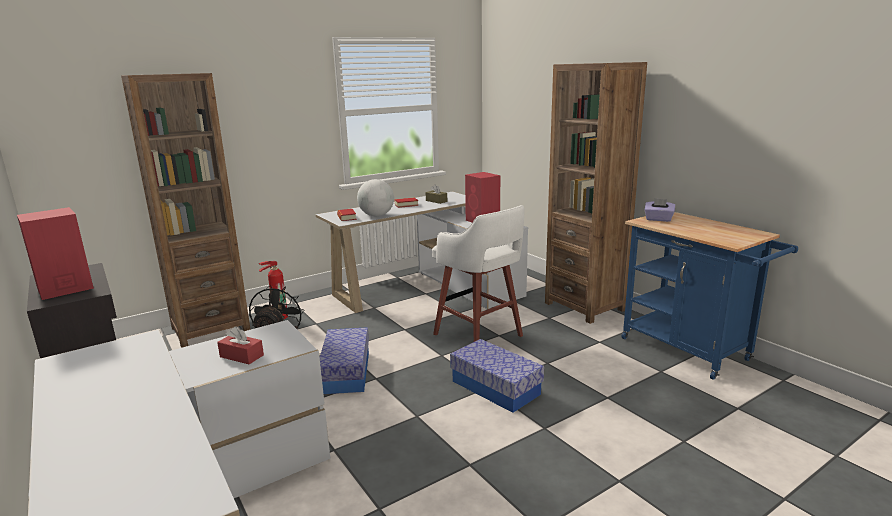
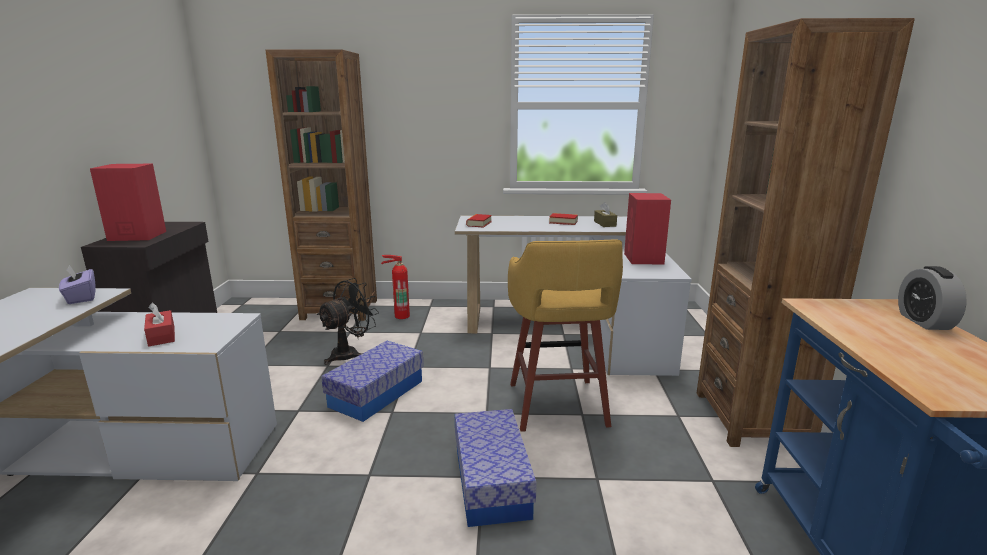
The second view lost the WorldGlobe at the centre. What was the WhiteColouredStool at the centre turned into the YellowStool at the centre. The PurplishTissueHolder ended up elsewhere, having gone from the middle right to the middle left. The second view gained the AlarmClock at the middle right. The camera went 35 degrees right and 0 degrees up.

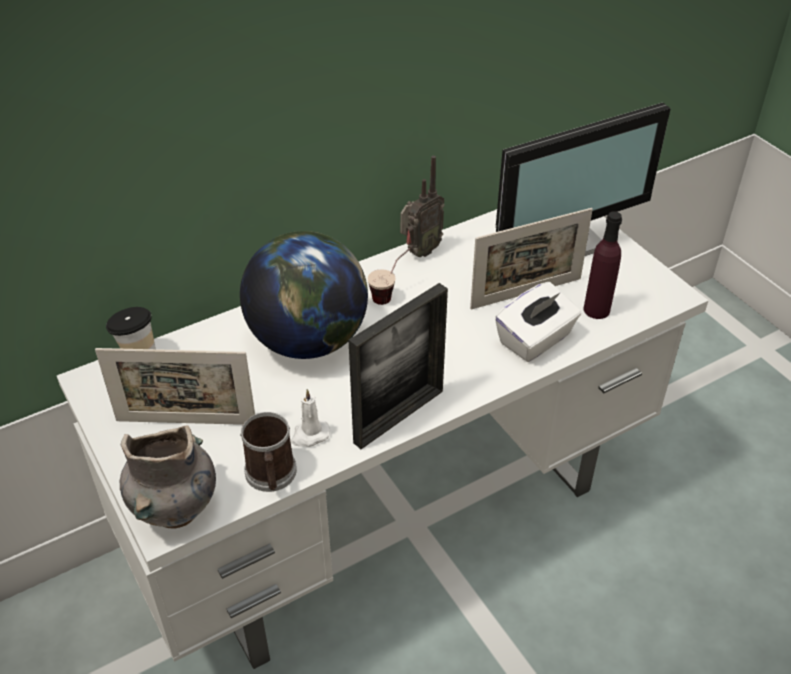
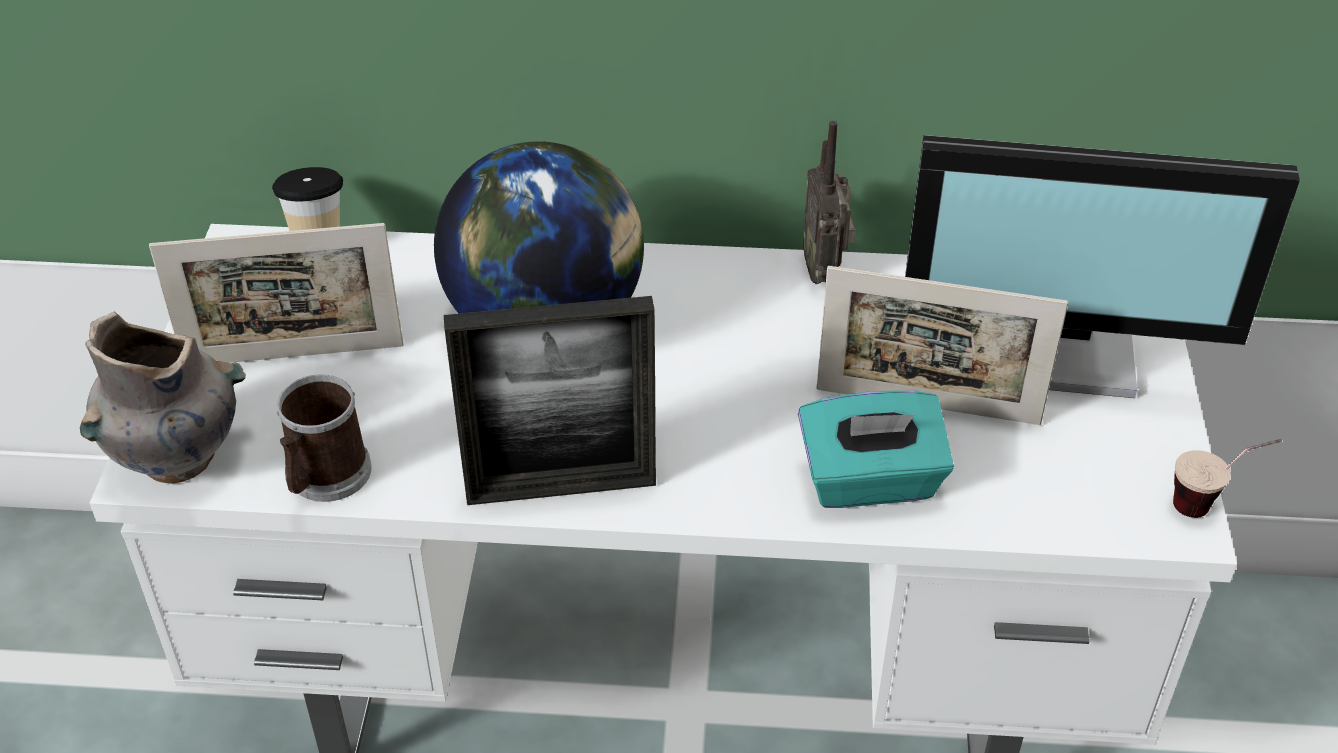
The PhotoFrame (no. 1 from left) at the middle left ended up facing another way, 45 degrees counterclockwise from before. The second view lost the WhiteColouredWaxCandle at the centre. The SmallCup (no. 2 from left) ended up elsewhere, having gone from the centre to the middle right. The RadioReceiver at the top centre ended up facing another way, 90 degrees clockwise from before. What was the WhiteColouredTissueHolder at the middle right turned into the TurquoiseTissueHolder at the centre. The second view lost the PurplishBottle at the middle right. The camera went 35 degrees right and 0 degrees up.

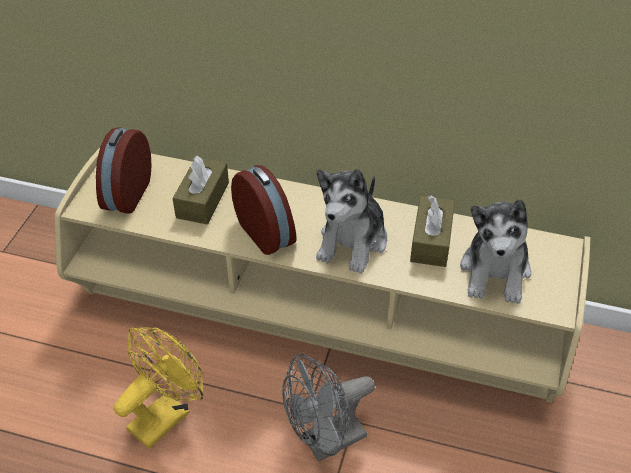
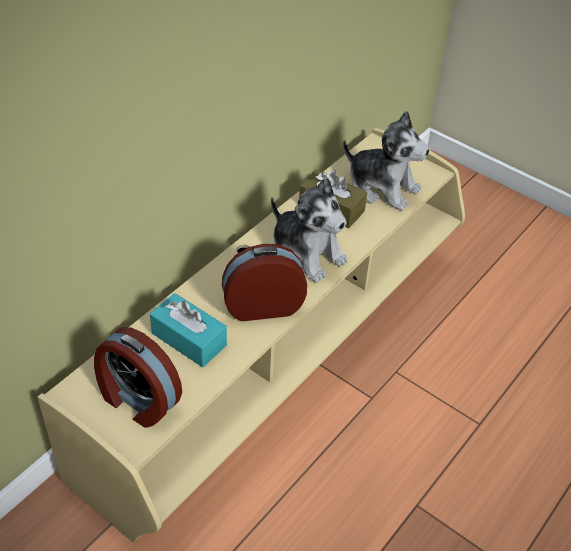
The second view lost the YellowElectricFan at the bottom left. What was the BrownColouredTissueHolder (no. 1 from left) at the middle left turned into the TurquoiseTissueHolder at the middle left. The second view lost the GreyElectricFan at the bottom centre. The camera went 70 degrees left and 0 degrees up.

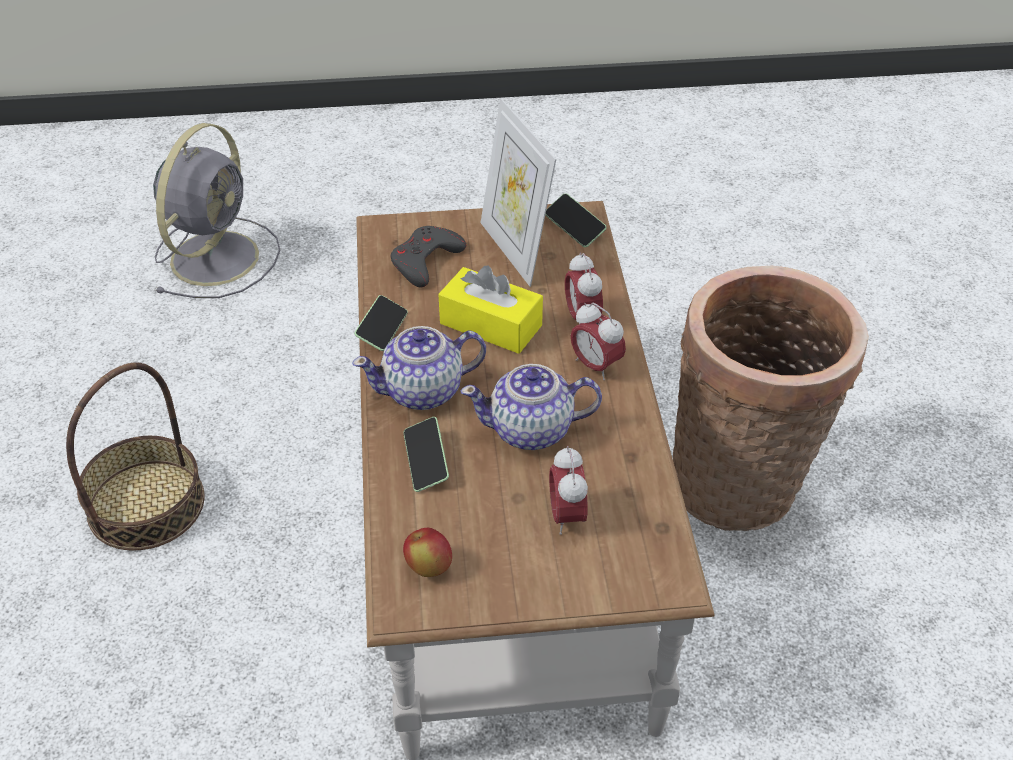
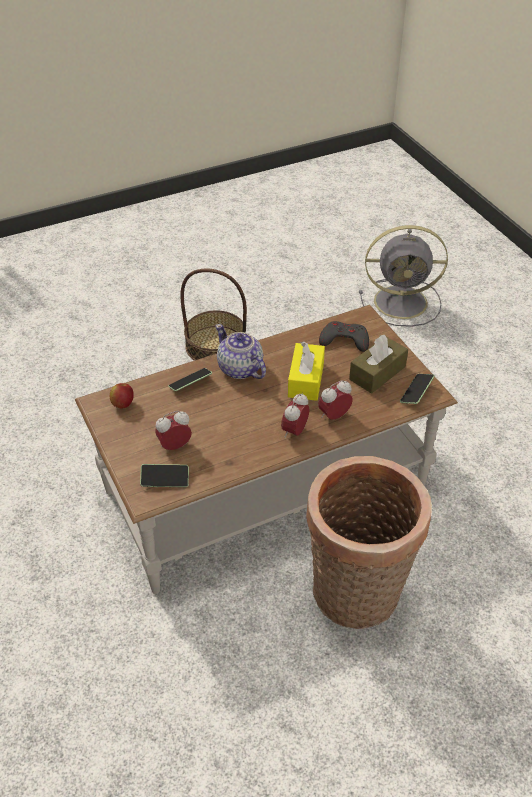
The Phone (no. 1 from left) ended up elsewhere, having gone from the centre to the middle left. The second view lost the TeaPot (no. 2 from left) at the centre. Where the PhotoFrame stood at the top centre, the BrownColouredTissueHolder came to stand at the middle right. The camera went 70 degrees right and 0 degrees up.

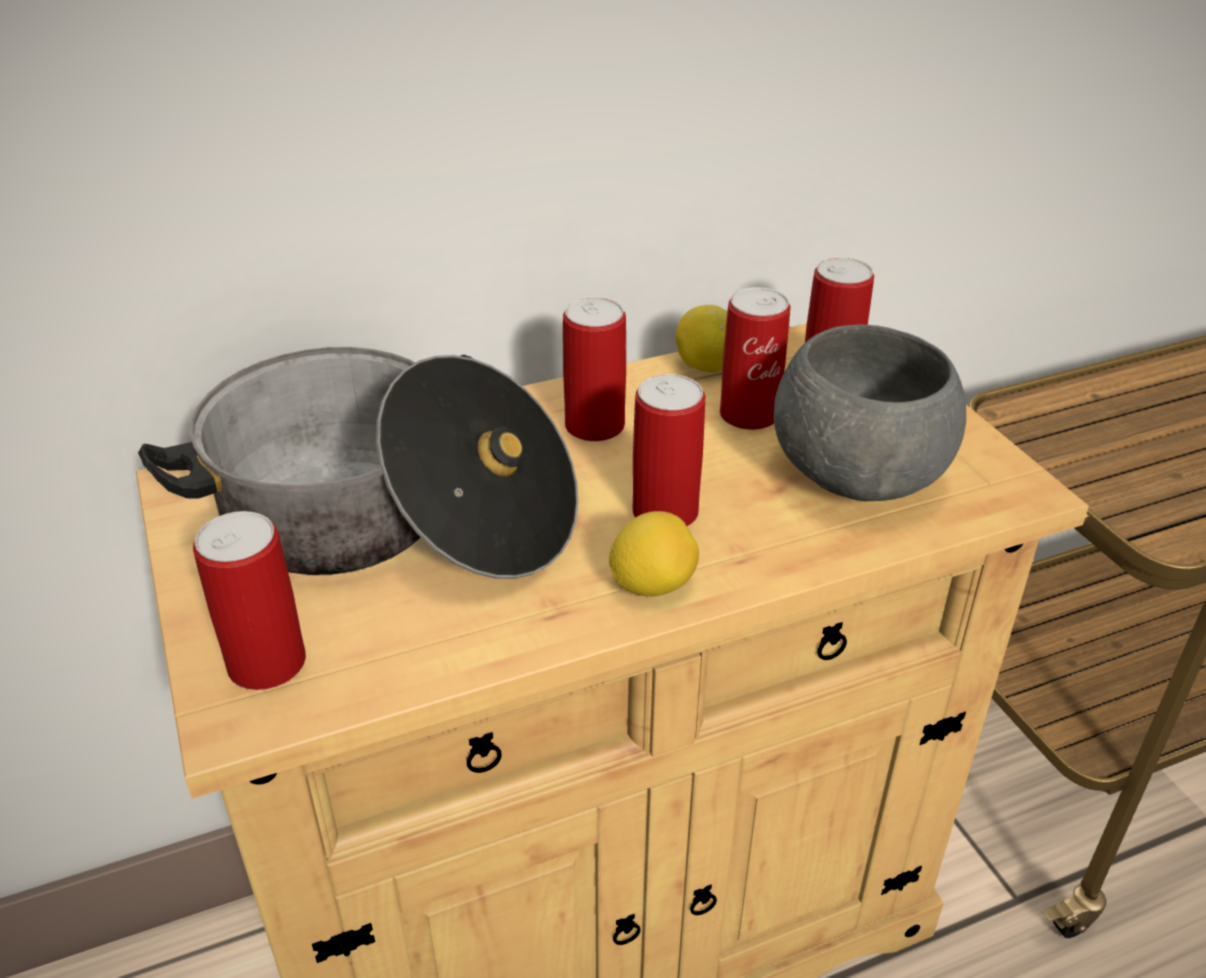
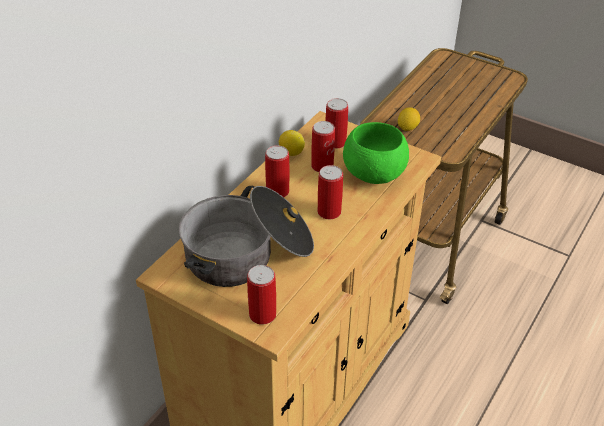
The WholeLemon (no. 1 from left in the first image) ended up elsewhere, having gone from the centre to the top right. What was the GreyDeepDish at the middle right turned into the GreenishDeepDish at the centre. The camera went 35 degrees left and 5 degrees up.

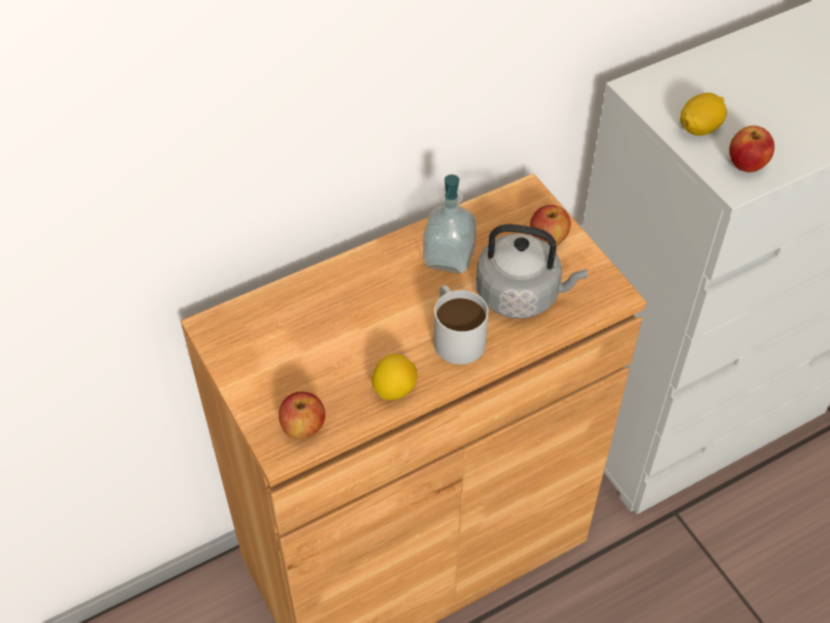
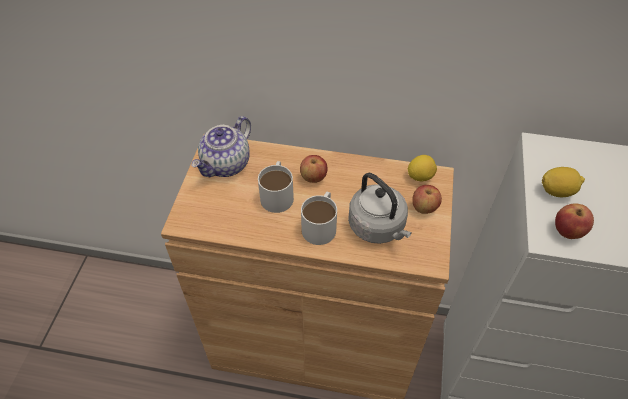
The AppleFruit (no. 1 from left) ended up elsewhere, having gone from the bottom centre to the centre. The WholeLemon (no. 1 from left) ended up elsewhere, having gone from the centre to the middle right. The second view lost the LiquidSoapBottle at the centre. The second view gained the TeaPot at the centre. The second view gained the WhiteColouredMug (no. 1 from left) at the centre. The camera went 40 degrees right and 0 degrees up.

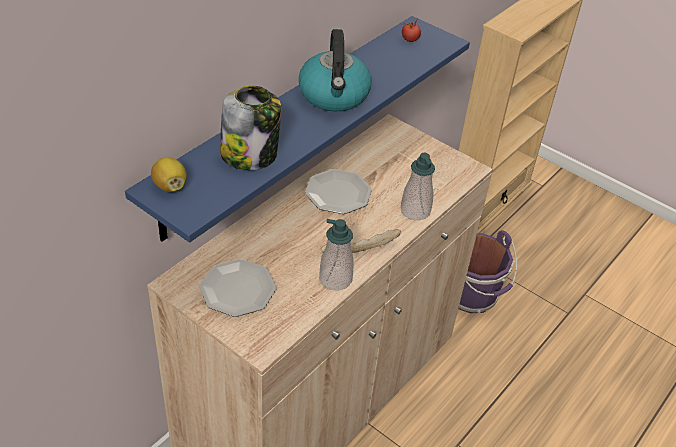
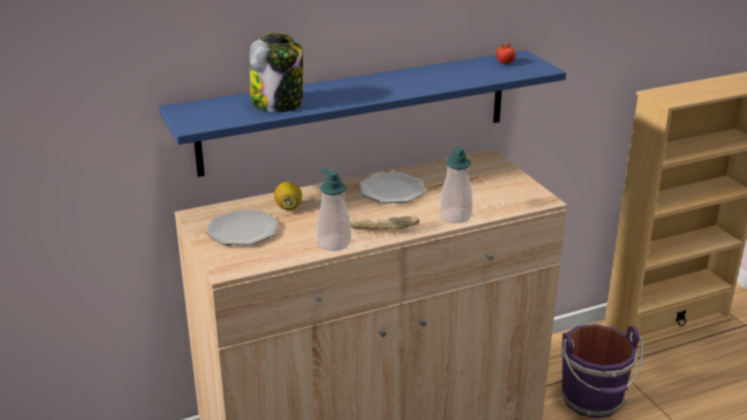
The WholeLemon ended up elsewhere, having gone from the middle left to the centre. The second view lost the Kettle at the top centre. The camera went 30 degrees right and 15 degrees down.

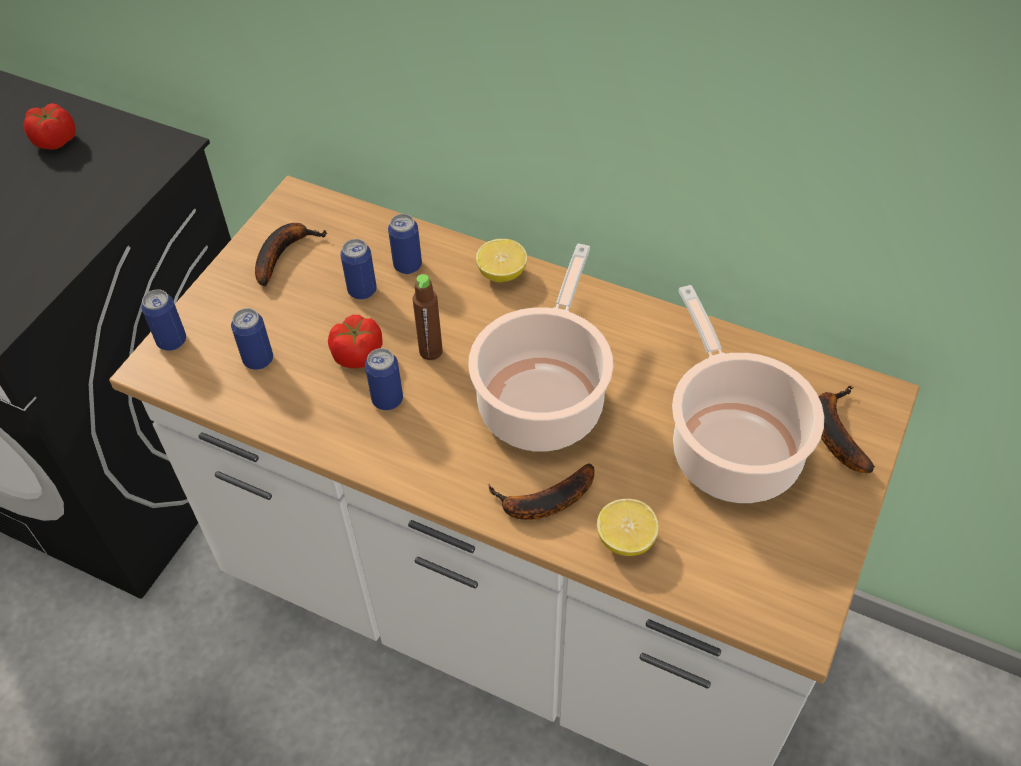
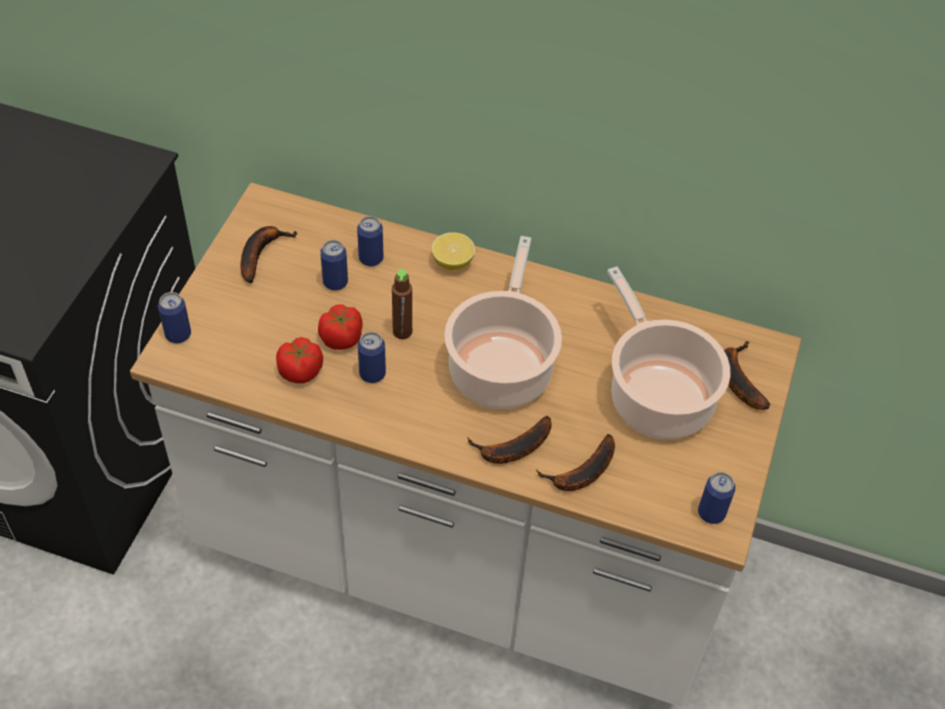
The FreshTomato (no. 1 from left) ended up elsewhere, having gone from the top left to the middle left. The MetalCan (no. 2 from left in the first image) ended up elsewhere, having gone from the middle left to the bottom right. Where the WholeLemon (no. 2 from left) stood at the bottom centre, the BananaFruit (no. 3 from left) came to stand at the centre. The camera went 10 degrees left and 0 degrees up.

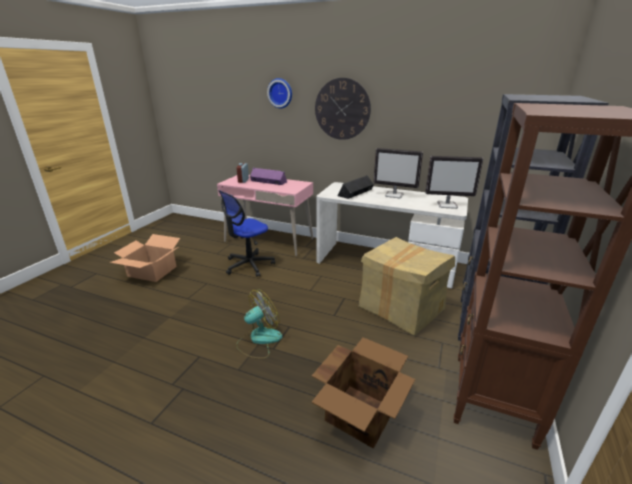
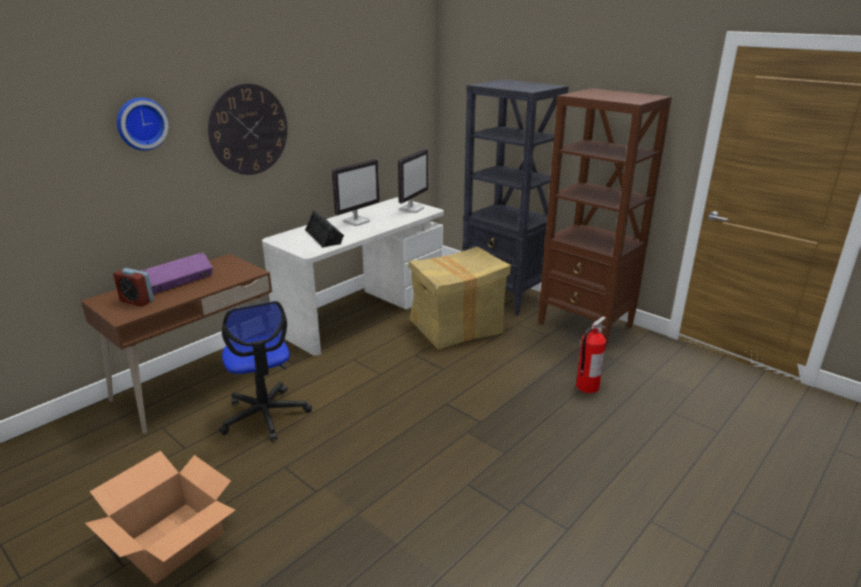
What was the PinkDesk at the centre turned into the BrownColouredDesk at the middle left. The second view lost the ElectricFan at the bottom centre. Where the PackingBox (no. 2 from left) stood at the bottom centre, the FireFightingCylinder came to stand at the middle right. The camera went 70 degrees left and 0 degrees up.

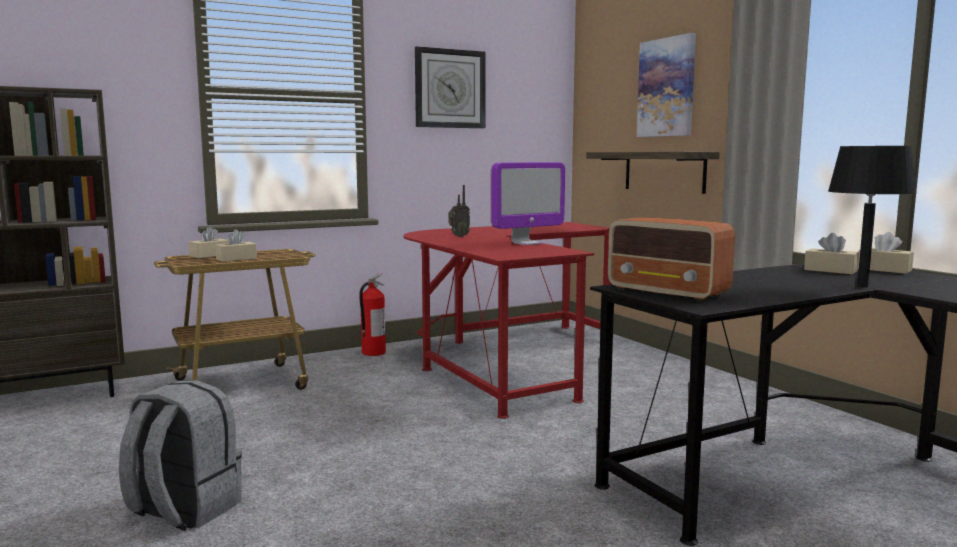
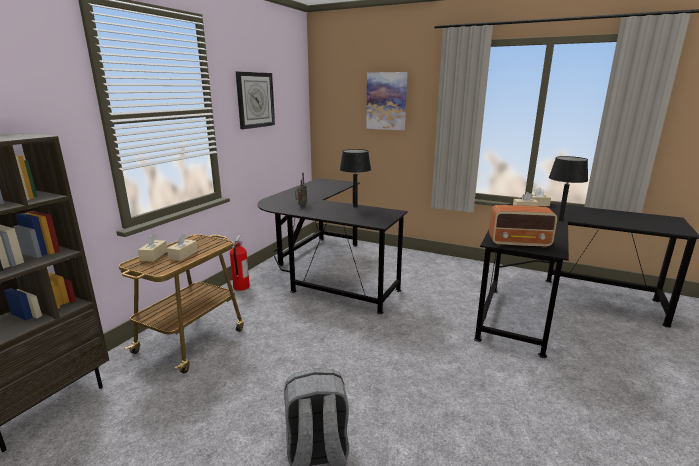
What was the ReddishDesk at the centre turned into the BlackDesk (no. 1 from left) at the centre. Where the ComputerScreen stood at the centre, the BlackLampForATable (no. 1 from left) came to stand at the centre. The second view lost the Shelf at the top right. The camera went 35 degrees left and 10 degrees up.

